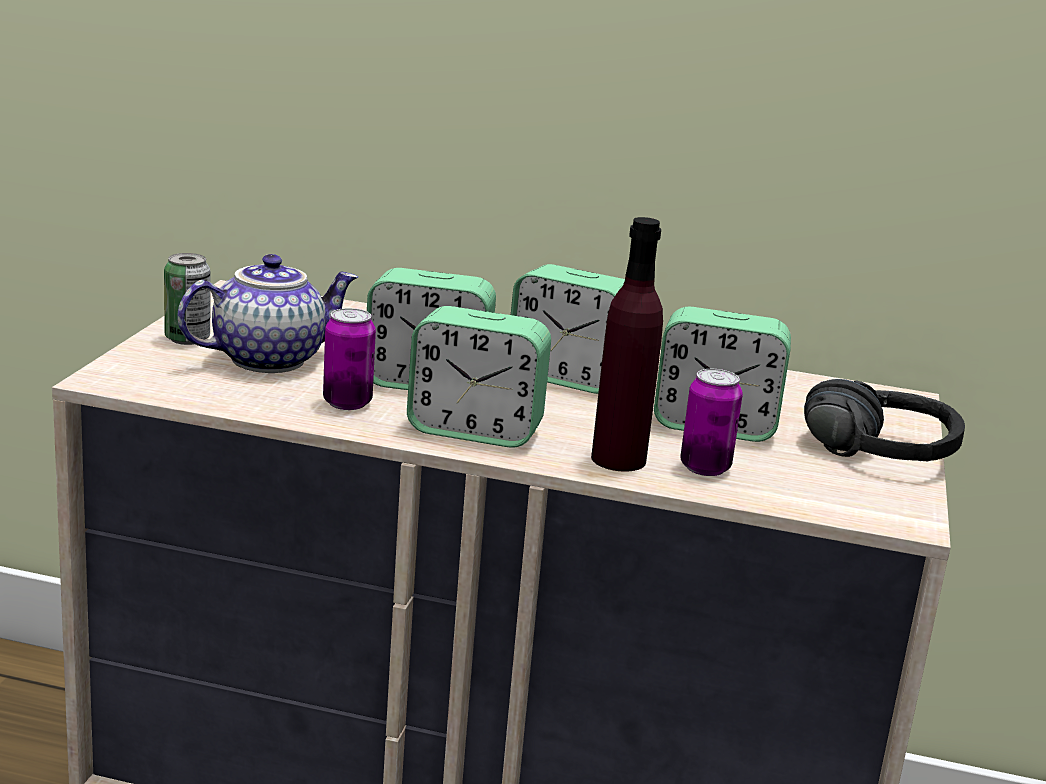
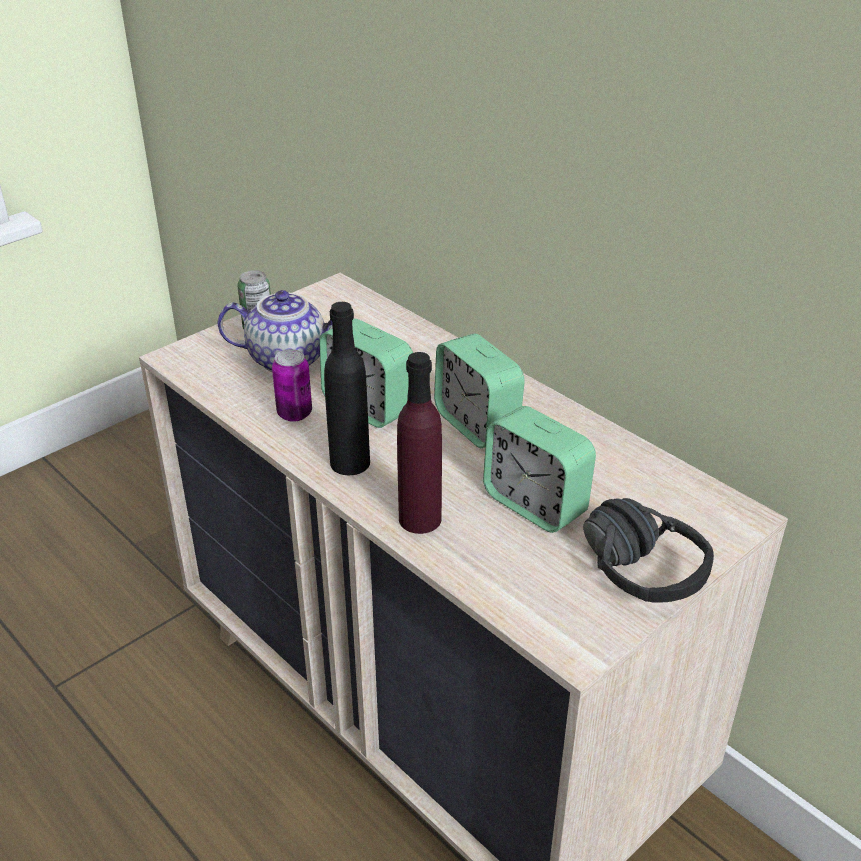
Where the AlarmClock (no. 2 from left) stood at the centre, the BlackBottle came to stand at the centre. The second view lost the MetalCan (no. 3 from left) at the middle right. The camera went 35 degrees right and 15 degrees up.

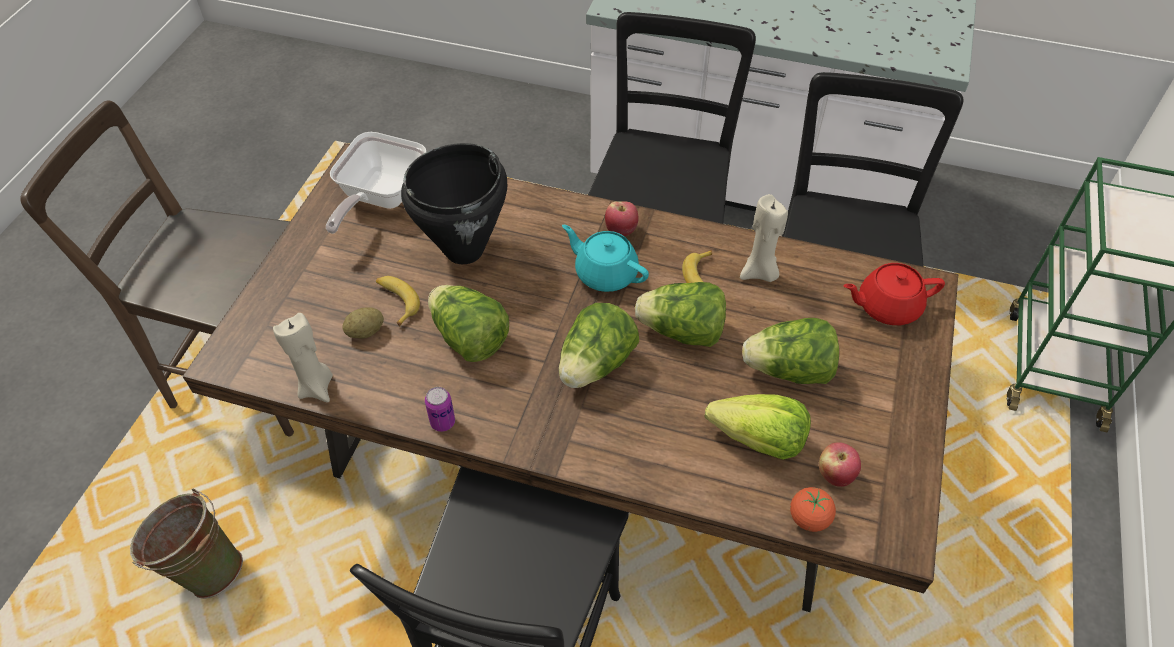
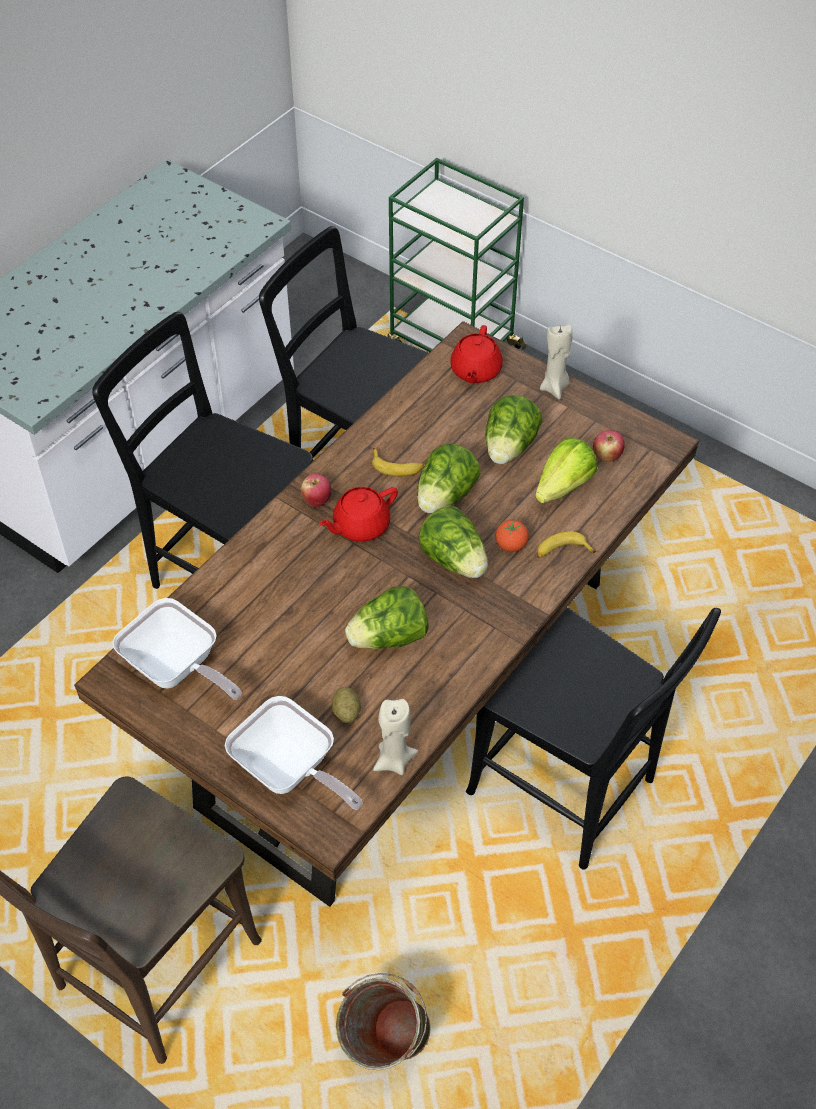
The BananaFruit (no. 1 from left in the first image) ended up elsewhere, having gone from the centre to the middle right. The second view lost the BlackSaucepot at the top centre. The second view lost the MetalCan at the centre. What was the TurquoiseTeaPot at the centre turned into the ReddishTeaPot (no. 1 from left) at the centre. The BeigeColouredWaxCandle (no. 2 from left) ended up elsewhere, having gone from the centre to the top right. The FreshTomato ended up elsewhere, having gone from the bottom right to the centre. The second view gained the FryingPan (no. 2 from left) at the bottom centre. The camera went 70 degrees left and 0 degrees up.

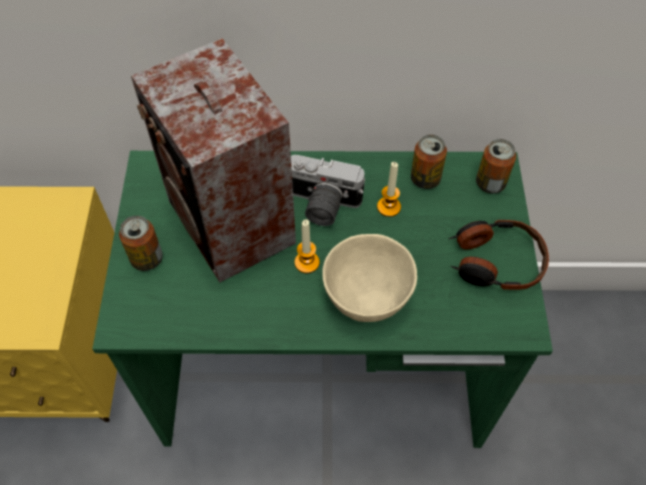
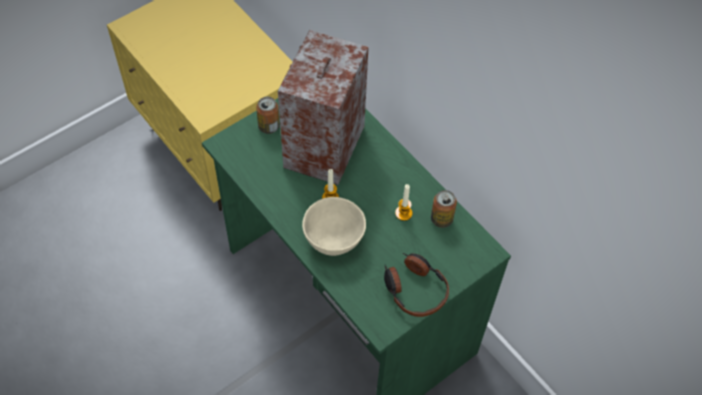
The second view lost the PhotoCamera at the centre. The second view lost the MetalCan (no. 3 from left) at the middle right. The camera went 50 degrees right and 0 degrees up.

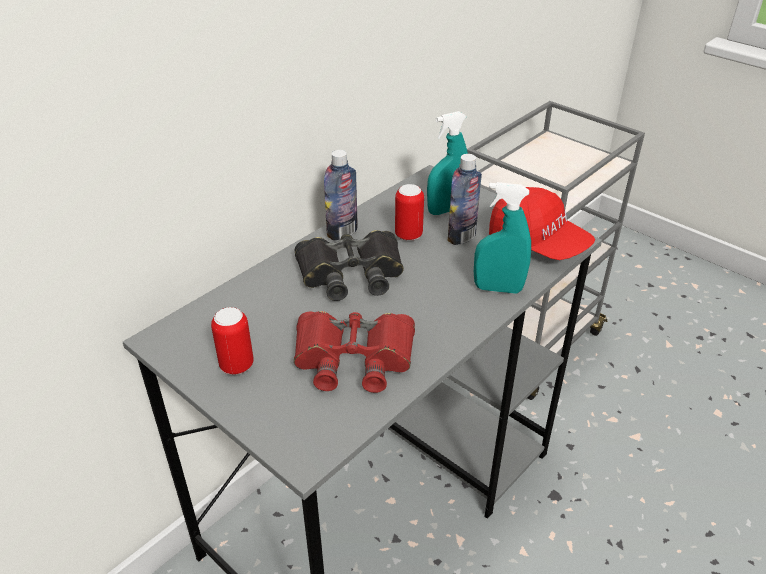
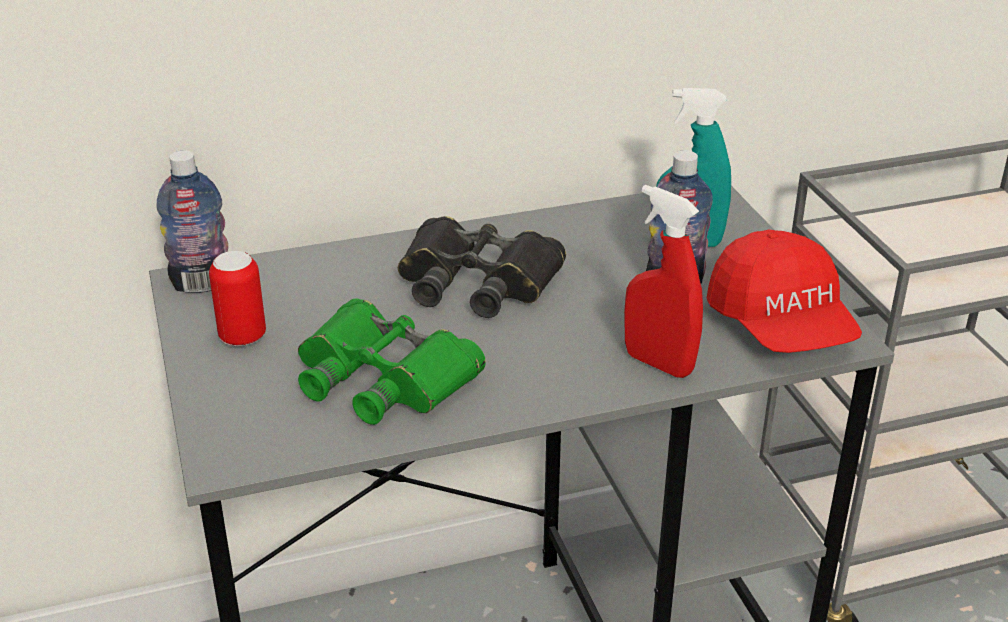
What was the ReddishFieldGlasses at the centre turned into the GreenishFieldGlasses at the centre. The Bottle (no. 1 from left) ended up elsewhere, having gone from the centre to the middle left. The second view lost the MetalCan (no. 2 from left) at the centre. What was the TurquoiseSprayer (no. 2 from left) at the centre turned into the ReddishSprayer at the centre. The camera went 30 degrees right and 5 degrees down.

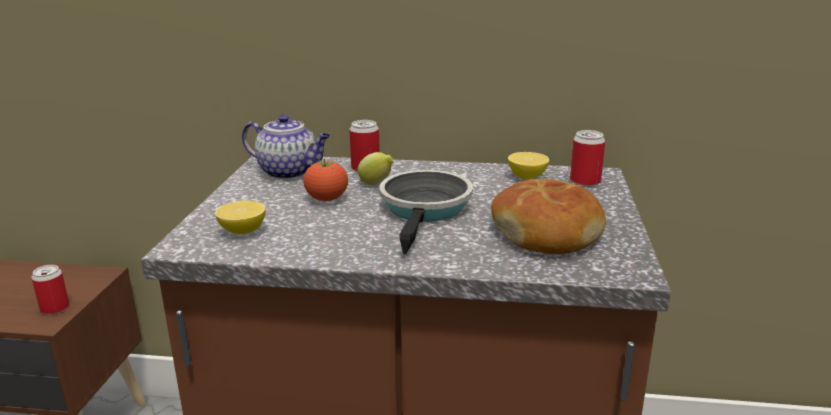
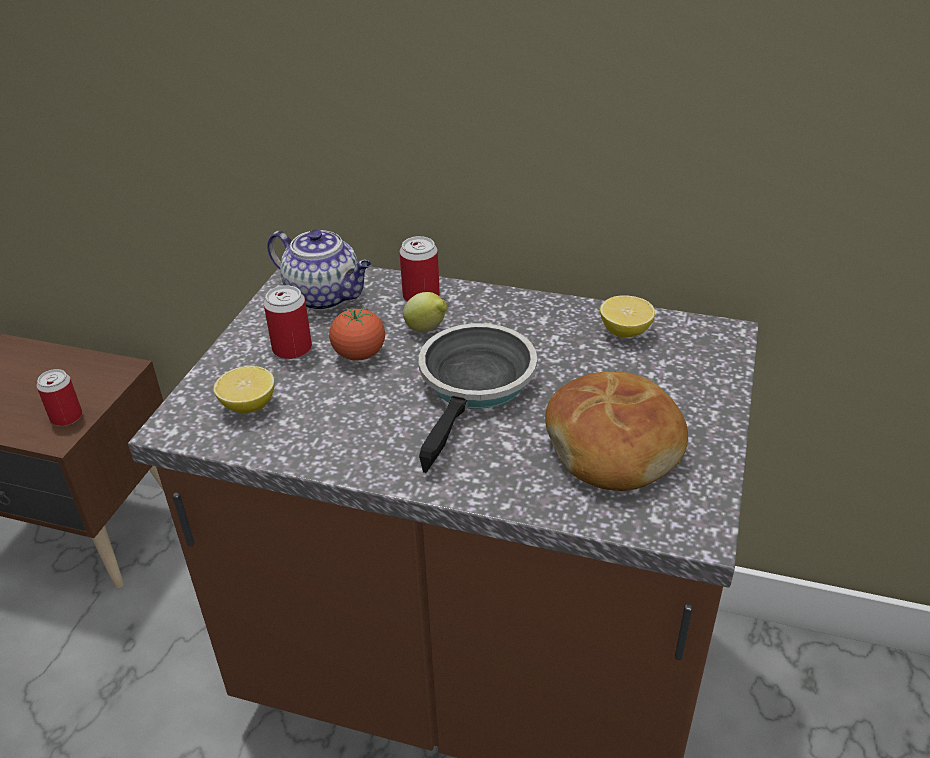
The MetalCan (no. 3 from left in the first image) ended up elsewhere, having gone from the middle right to the middle left. The camera went 10 degrees right and 15 degrees up.

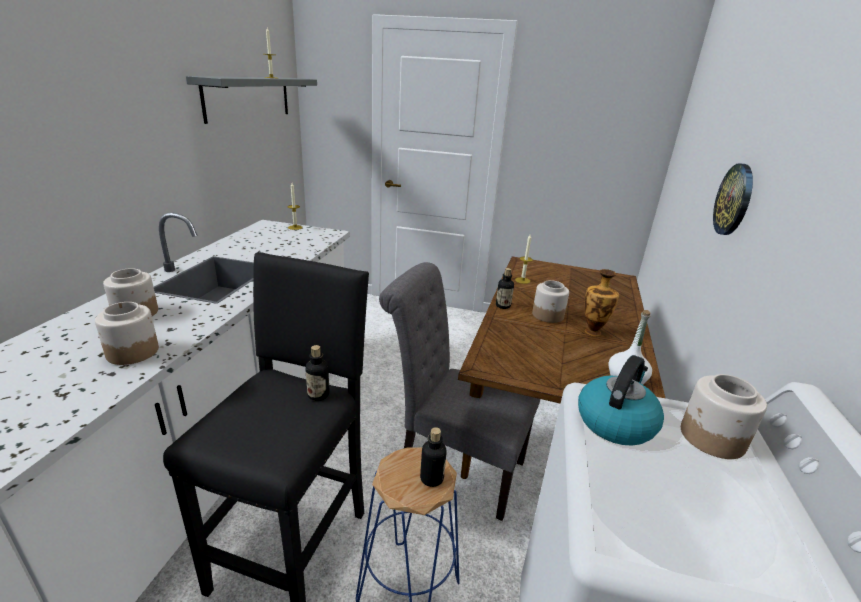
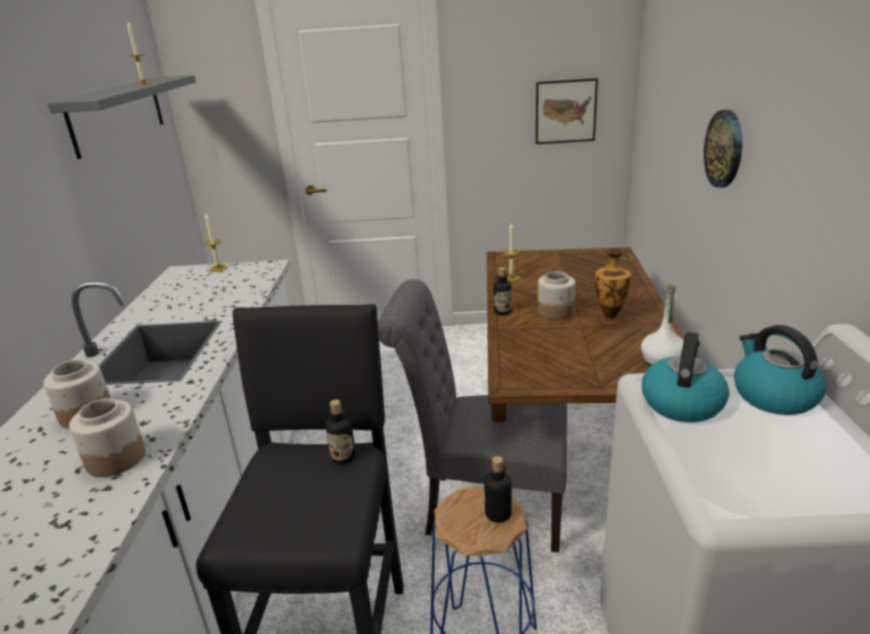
Where the PreserveJar (no. 4 from left) stood at the bottom right, the Kettle (no. 2 from left) came to stand at the middle right. The second view gained the Picture at the top centre. The camera went 10 degrees left and 0 degrees up.

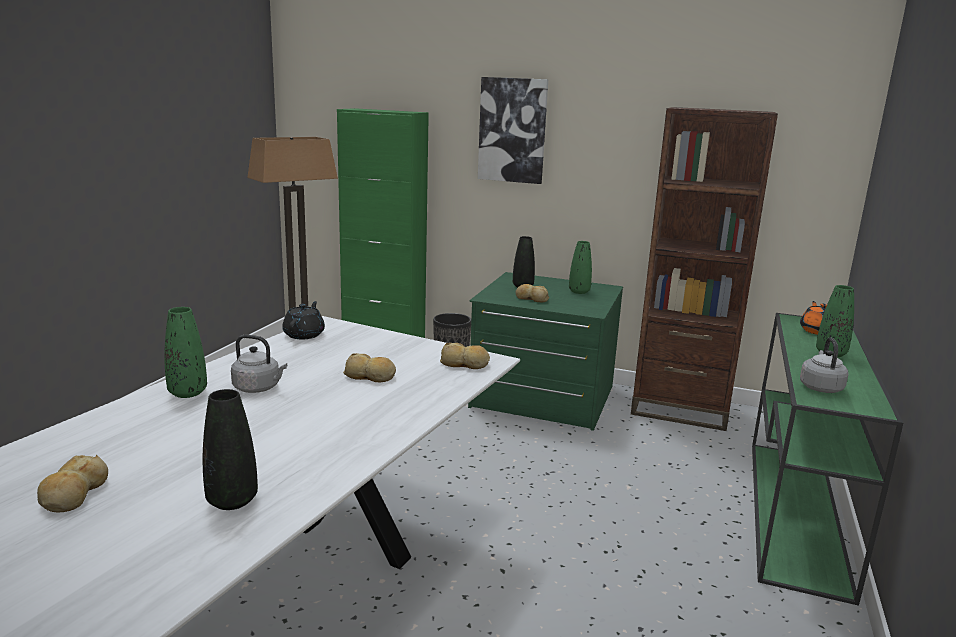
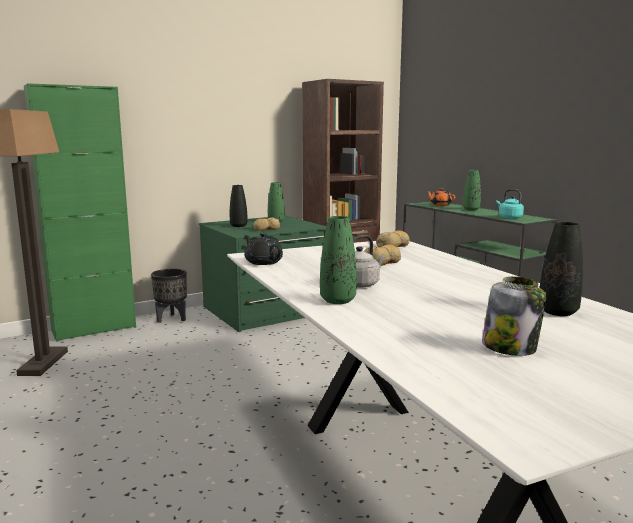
Where the BakeryBread (no. 1 from left) stood at the bottom left, the PreserveJar came to stand at the middle right. The second view lost the Picture at the top centre. What was the GreyKettle (no. 2 from left) at the middle right turned into the TurquoiseKettle at the middle right. The camera went 50 degrees left and 5 degrees down.

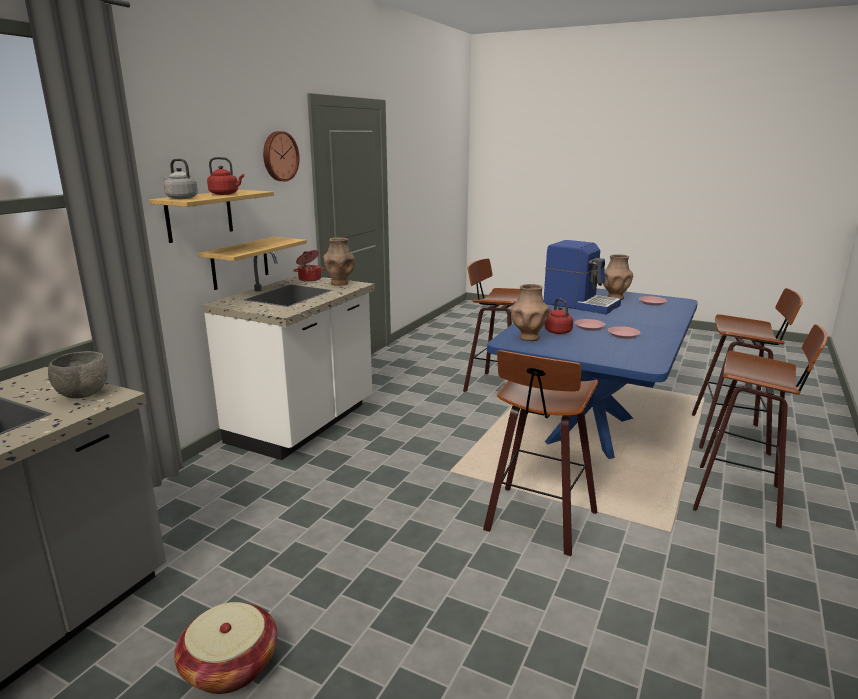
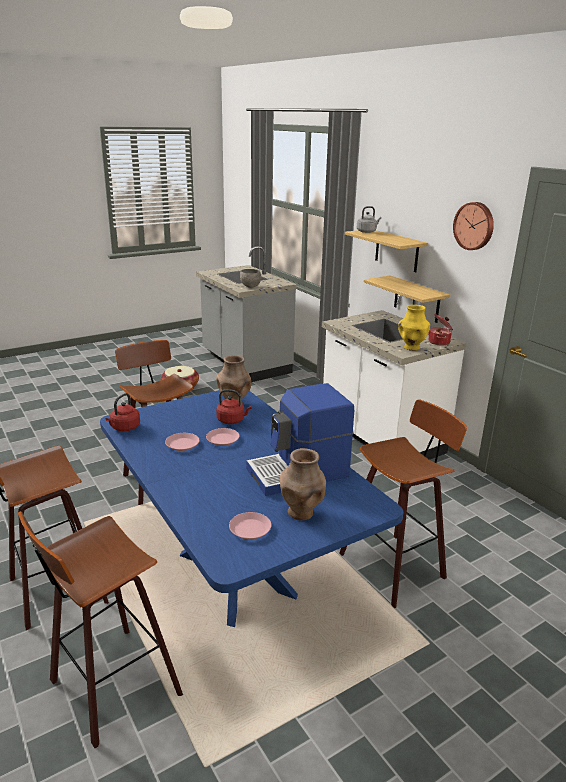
The ReddishKettle (no. 1 from left) ended up elsewhere, having gone from the top left to the middle left. What was the BrownColouredFlowerVase (no. 1 from left) at the centre turned into the YellowFlowerVase at the middle right. The camera went 120 degrees right and 5 degrees up.

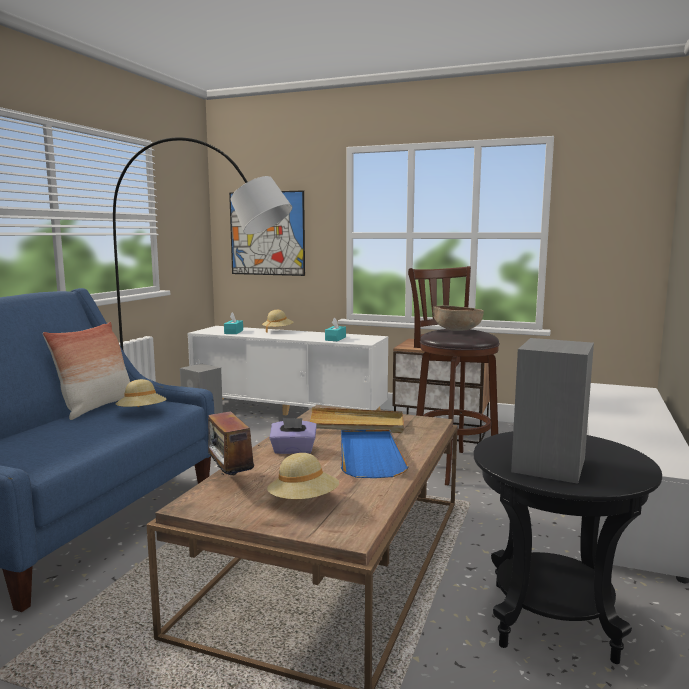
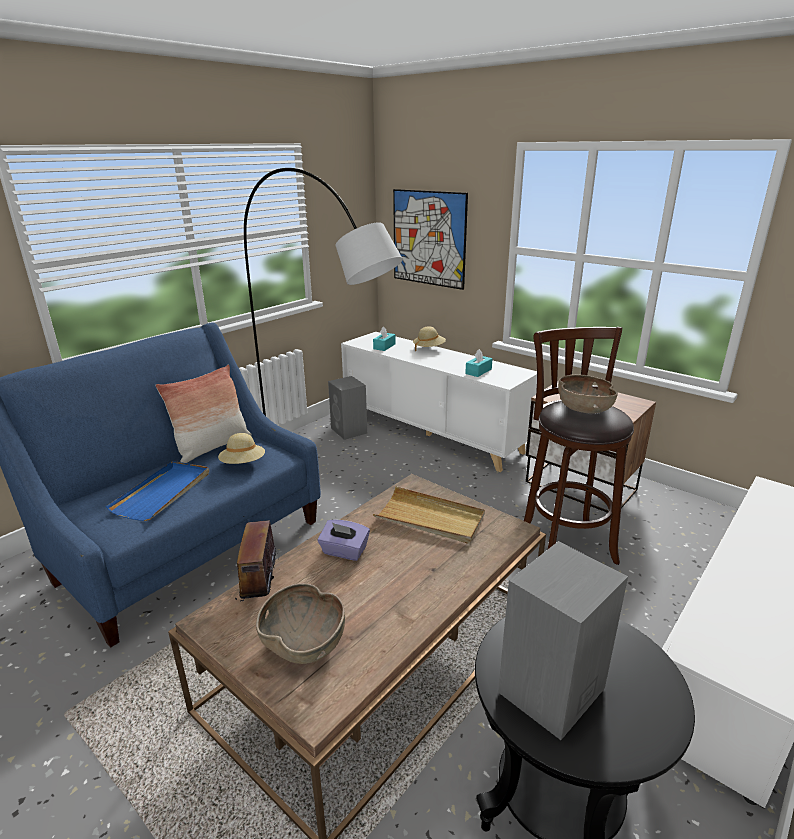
Where the BeigeColouredHat (no. 3 from left) stood at the bottom centre, the BrownColouredDeepDish (no. 1 from left) came to stand at the bottom centre. The BlueColouredServingTray ended up elsewhere, having gone from the centre to the middle left. The camera went 20 degrees right and 15 degrees up.

